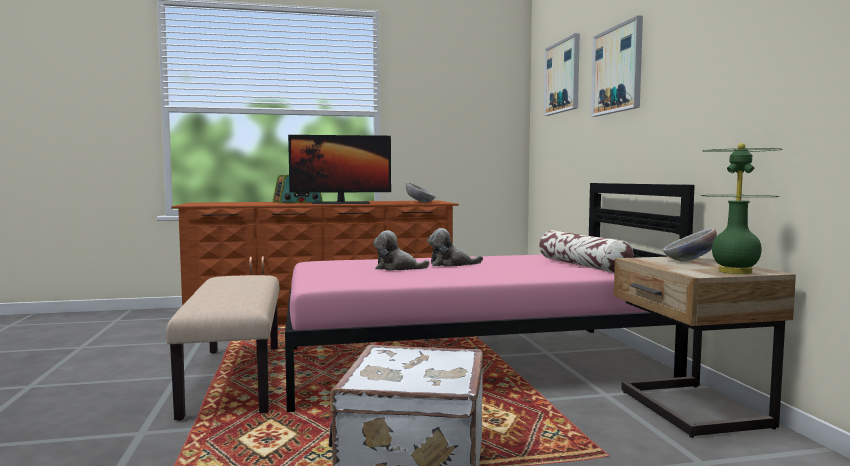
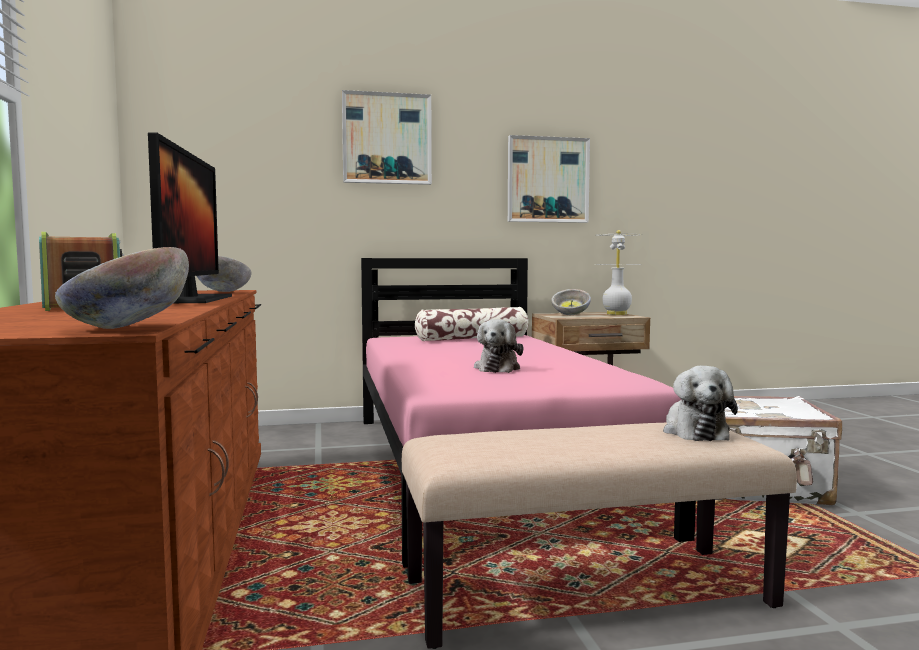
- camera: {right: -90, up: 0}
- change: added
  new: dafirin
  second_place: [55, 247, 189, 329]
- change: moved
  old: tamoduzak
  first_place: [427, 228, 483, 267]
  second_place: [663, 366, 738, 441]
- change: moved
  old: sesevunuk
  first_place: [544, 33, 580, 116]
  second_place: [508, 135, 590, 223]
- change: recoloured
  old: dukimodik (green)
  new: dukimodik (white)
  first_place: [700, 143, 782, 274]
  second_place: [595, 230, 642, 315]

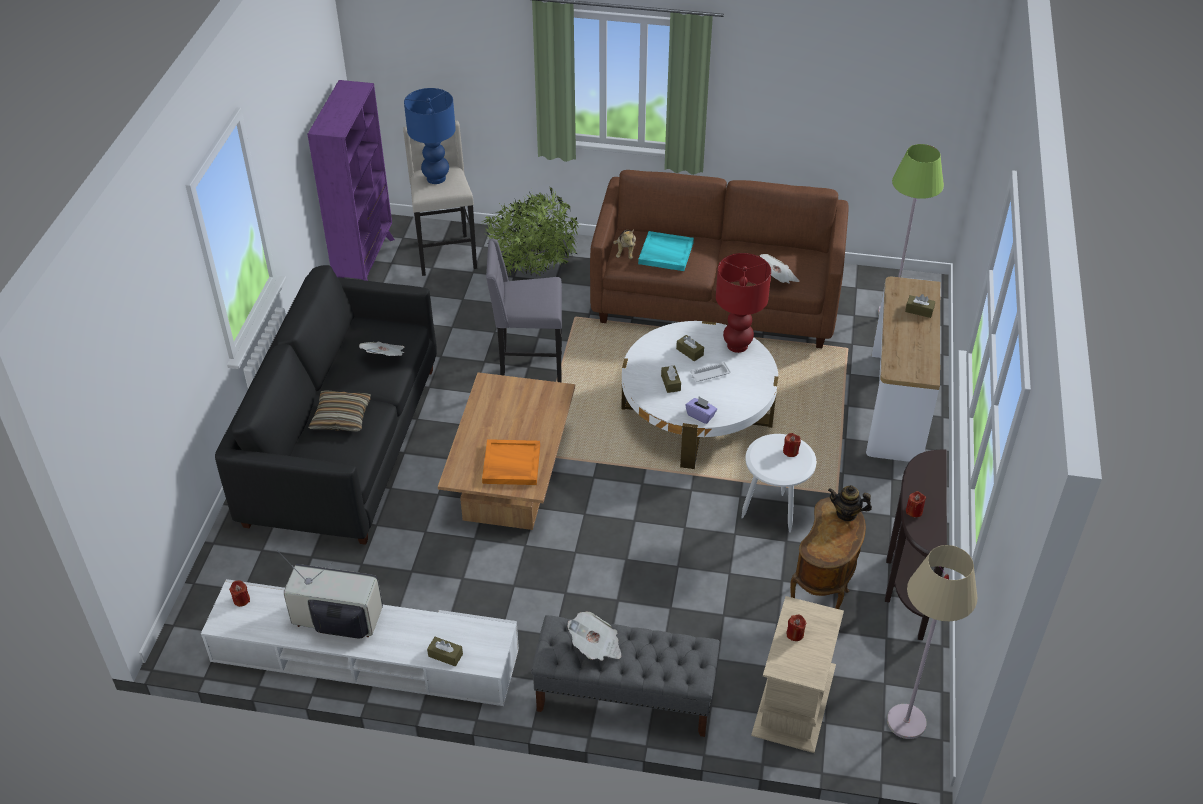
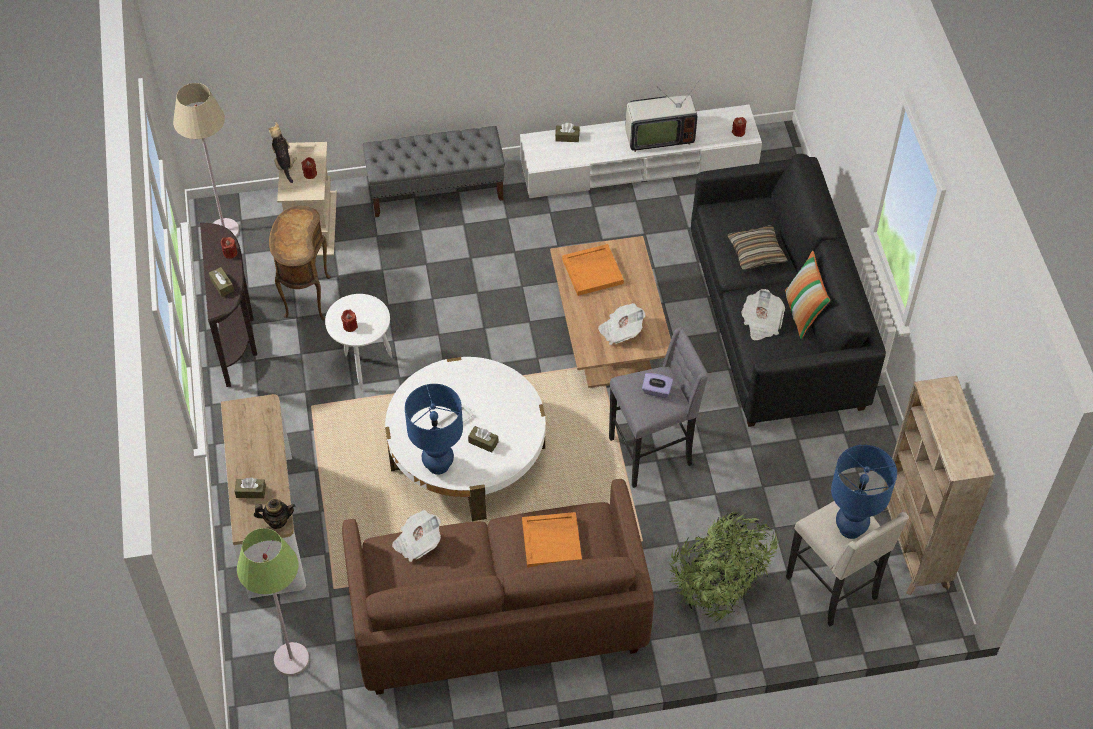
- camera: {right: 160, up: 10}
- change: added
  new: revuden
  second_place: [785, 251, 830, 339]
- change: moved
  old: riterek
  first_place: [568, 611, 622, 661]
  second_place: [598, 303, 646, 345]
- change: moved
  old: tamoduzak
  first_place: [613, 230, 636, 259]
  second_place: [268, 122, 297, 183]
- change: moved
  old: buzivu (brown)
  first_place: [661, 365, 681, 393]
  second_place: [209, 267, 234, 297]
- change: moved
  old: buzivu (purple)
  first_place: [685, 397, 717, 424]
  second_place: [642, 373, 673, 398]
- change: moved
  old: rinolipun
  first_place: [828, 485, 872, 522]
  second_place: [254, 498, 295, 529]
- change: recoloured
  old: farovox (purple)
  new: farovox (beige)
  first_place: [307, 80, 395, 281]
  second_place: [882, 376, 995, 595]
- change: recoloured
  old: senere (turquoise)
  new: senere (orange)
  first_place: [638, 231, 694, 271]
  second_place: [522, 512, 582, 568]
- change: recoloured
  old: dukimodik (red)
  new: dukimodik (blue)
  first_place: [716, 253, 771, 353]
  second_place: [405, 384, 463, 475]

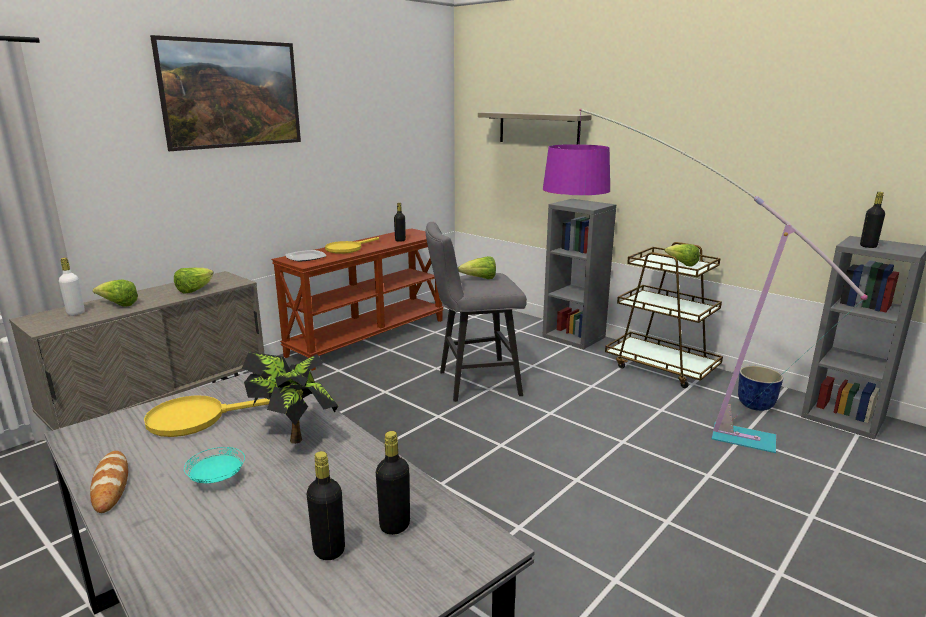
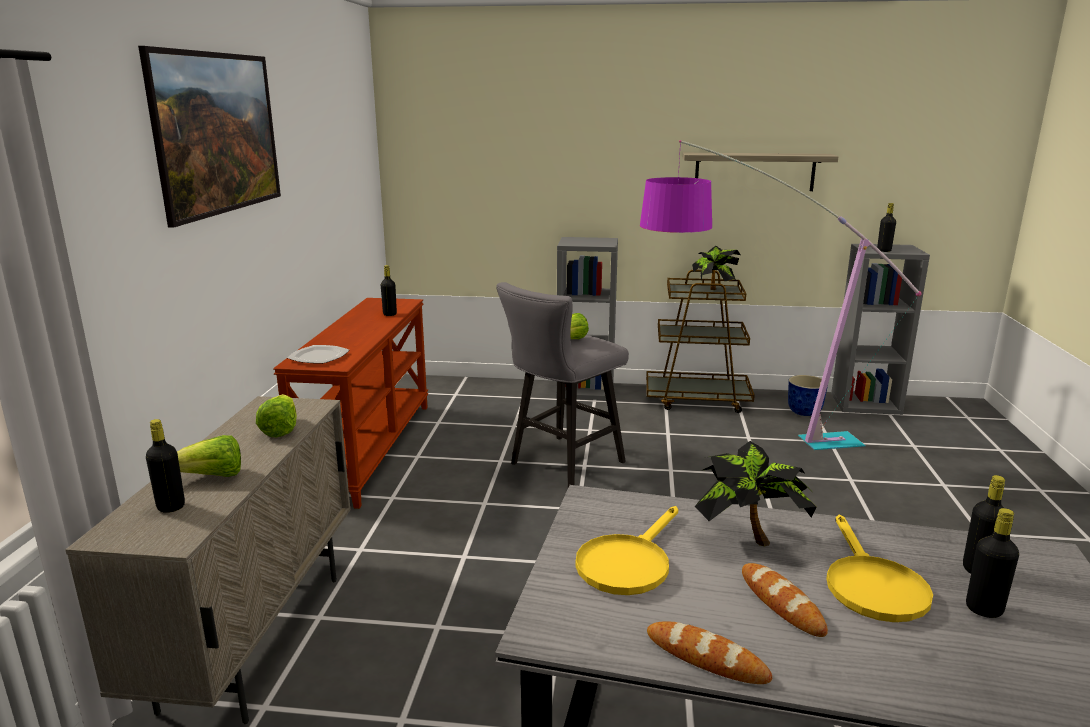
- camera: {right: -35, up: 0}
- change: moved
  old: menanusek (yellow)
  first_place: [325, 237, 379, 254]
  second_place: [826, 515, 933, 622]
- change: moved
  old: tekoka
  first_place: [478, 112, 592, 144]
  second_place: [683, 153, 839, 191]
- change: replaced
  old: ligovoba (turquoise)
  new: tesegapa
  first_place: [184, 447, 245, 483]
  second_place: [742, 563, 828, 637]
- change: replaced
  old: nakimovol
  new: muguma
  first_place: [665, 244, 700, 267]
  second_place: [692, 246, 740, 290]
- change: recoloured
  old: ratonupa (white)
  new: ratonupa (black)
  first_place: [59, 258, 85, 316]
  second_place: [146, 419, 185, 513]

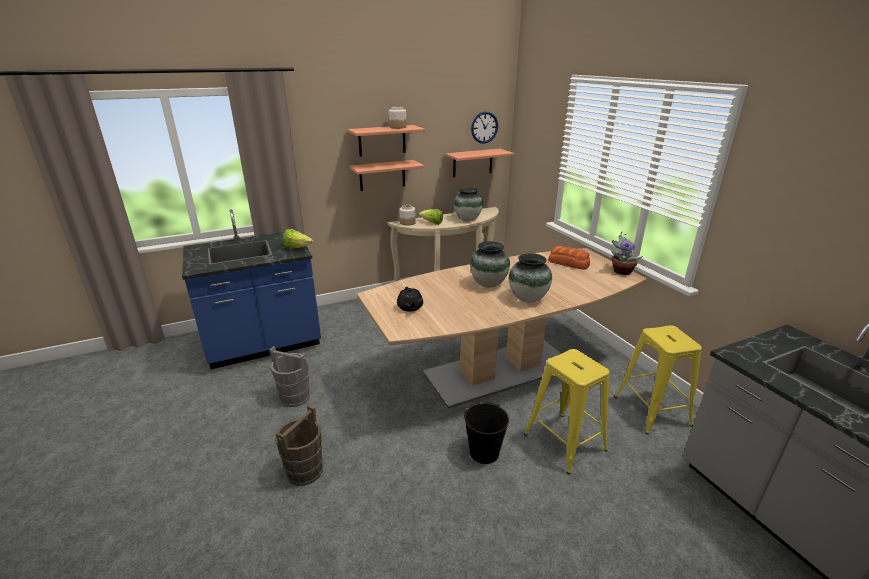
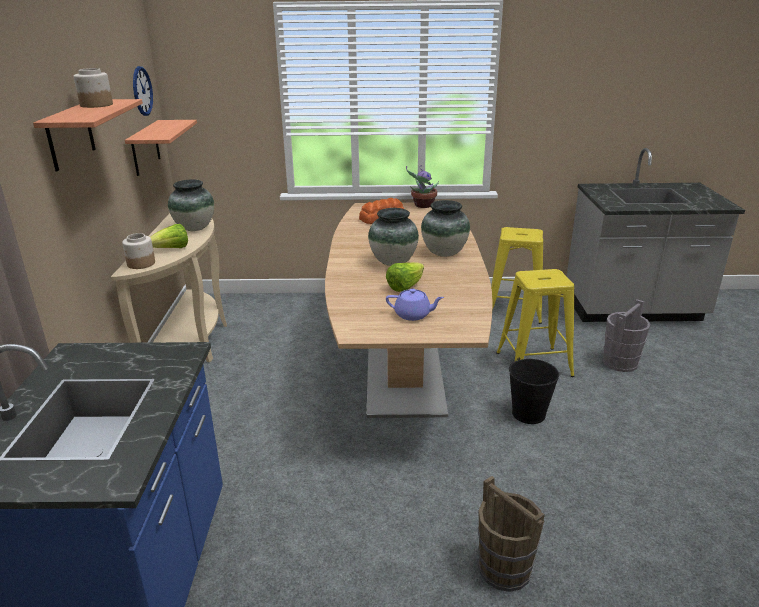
- camera: {right: -65, up: 0}
- change: removed
  old: tekoka
  first_place: [349, 160, 424, 191]
- change: moved
  old: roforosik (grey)
  first_place: [269, 346, 310, 407]
  second_place: [603, 299, 650, 372]
- change: moved
  old: nakimovol
  first_place: [283, 229, 314, 248]
  second_place: [386, 262, 424, 292]
- change: recoloured
  old: rinolipun (black)
  new: rinolipun (purple)
  first_place: [397, 287, 423, 312]
  second_place: [386, 289, 444, 321]

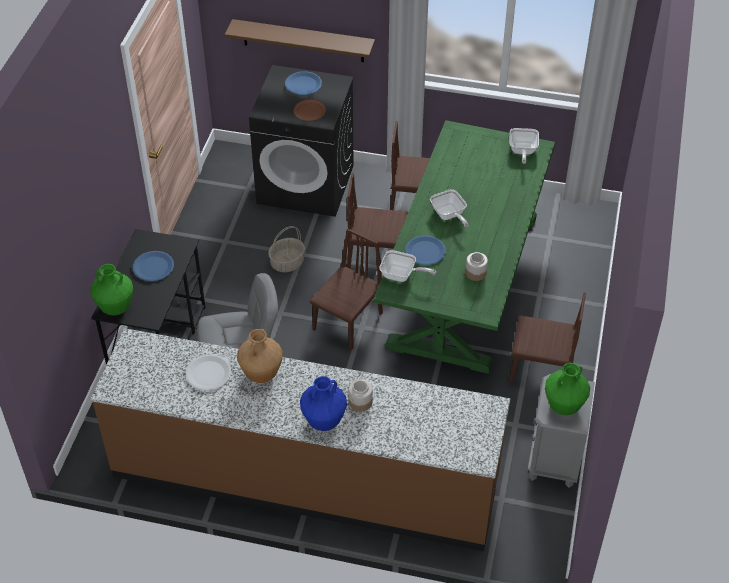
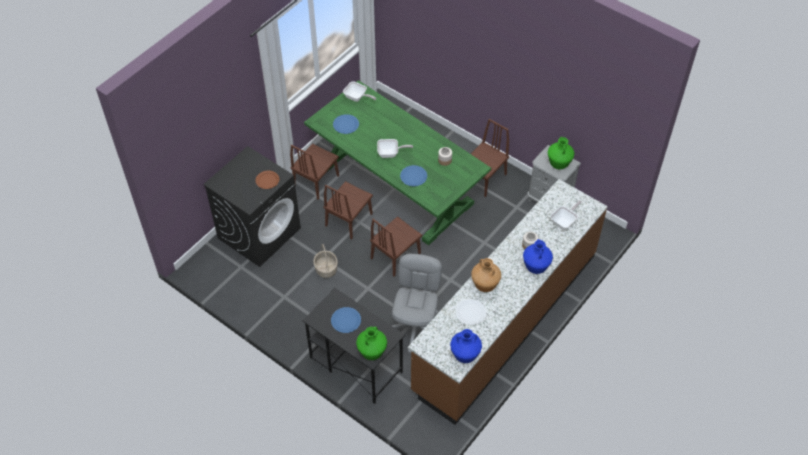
- camera: {right: -65, up: 5}
- change: removed
  old: tekoka (brown)
  first_place: [225, 19, 375, 62]
- change: added
  new: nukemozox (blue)
  second_place: [450, 329, 482, 363]
- change: moved
  old: ligovoba (blue)
  first_place: [285, 71, 322, 95]
  second_place: [333, 114, 359, 134]
- change: moved
  old: menanusek
  first_place: [379, 250, 436, 282]
  second_place: [551, 201, 582, 230]
- change: turned
  old: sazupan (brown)
  first_place: [310, 229, 383, 350]
  second_place: [370, 216, 422, 277]
  degrees: -105

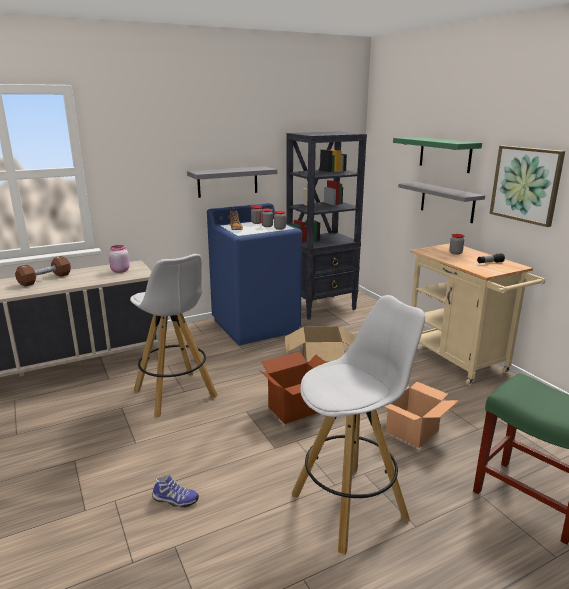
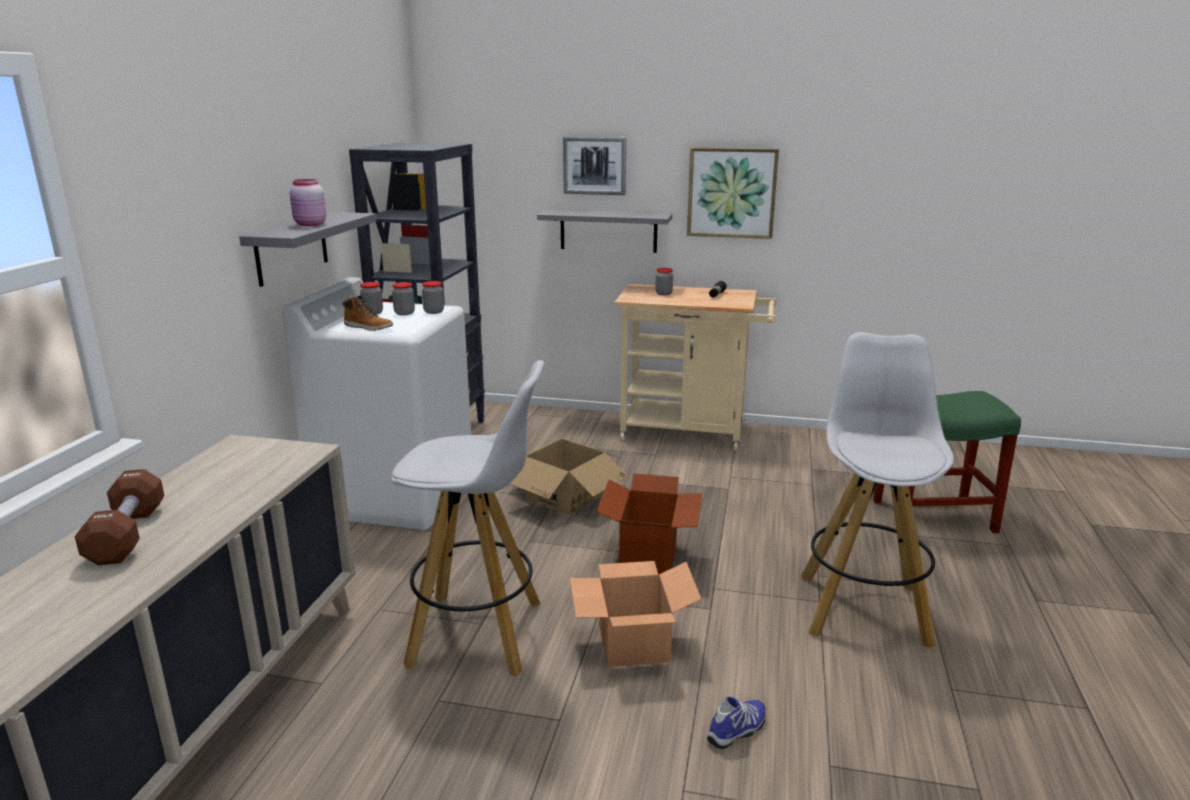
- camera: {right: -50, up: 0}
- change: moved
  old: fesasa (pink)
  first_place: [109, 245, 130, 273]
  second_place: [290, 179, 326, 226]
- change: moved
  old: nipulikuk
  first_place: [384, 382, 459, 448]
  second_place: [570, 561, 701, 667]
- change: replaced
  old: tekoka (green)
  new: sesevunuk
  first_place: [393, 137, 482, 173]
  second_place: [563, 137, 626, 195]
- change: recoloured
  old: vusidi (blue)
  new: vusidi (white)
  first_place: [207, 203, 302, 345]
  second_place: [282, 277, 471, 530]

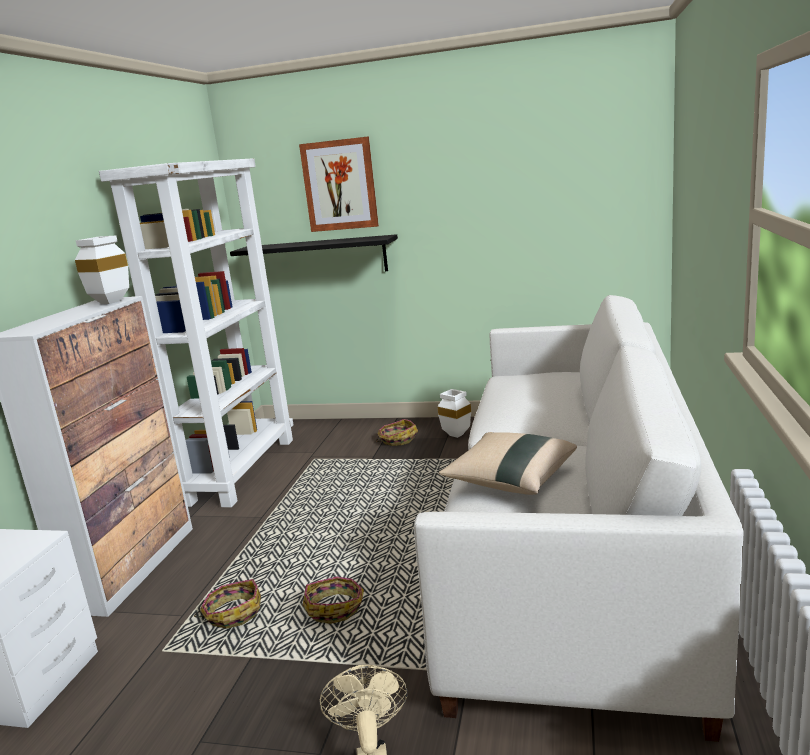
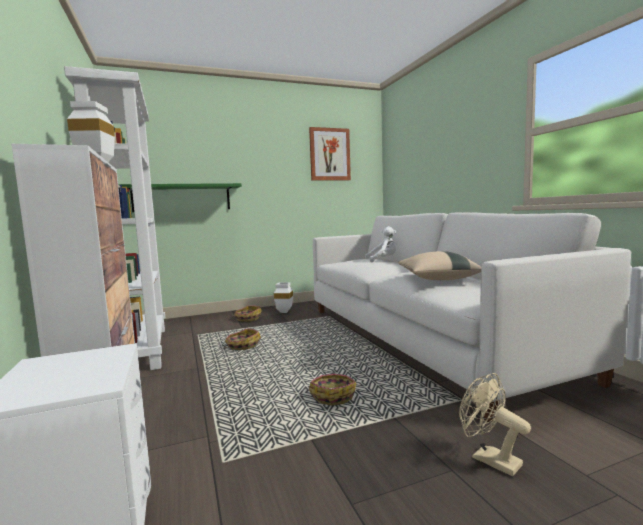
- camera: {right: -35, up: -10}
- change: added
  new: tamoduzak (white)
  second_place: [365, 226, 396, 262]
- change: moved
  old: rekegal
  first_place: [194, 579, 261, 629]
  second_place: [224, 328, 261, 350]
- change: moved
  old: sesevunuk
  first_place: [299, 137, 379, 232]
  second_place: [309, 127, 351, 181]
- change: recoloured
  old: tekoka (black)
  new: tekoka (green)
  first_place: [230, 234, 398, 271]
  second_place: [118, 183, 242, 212]

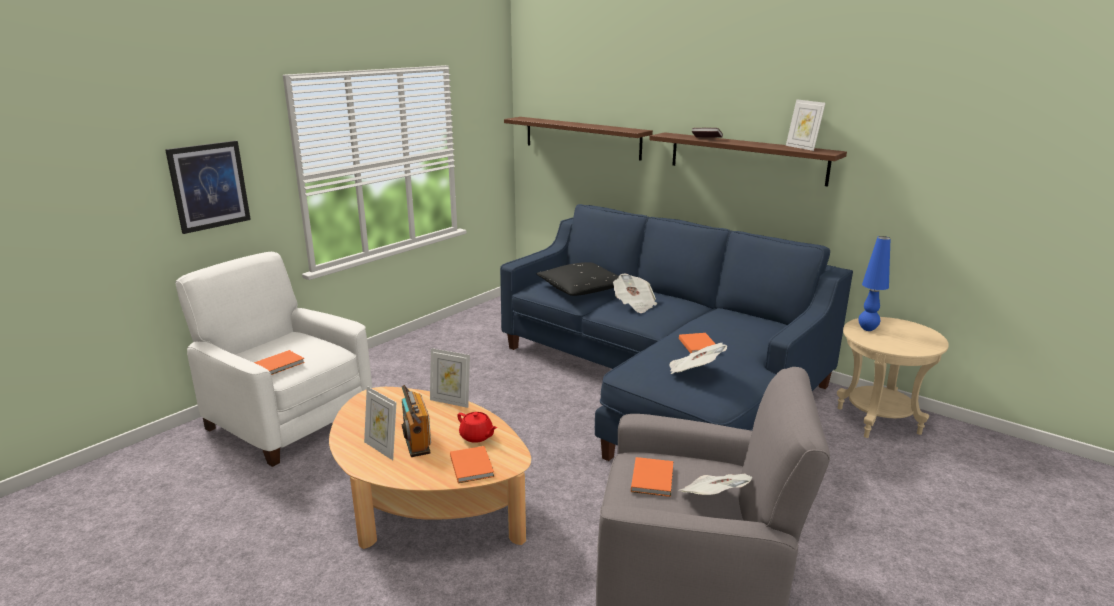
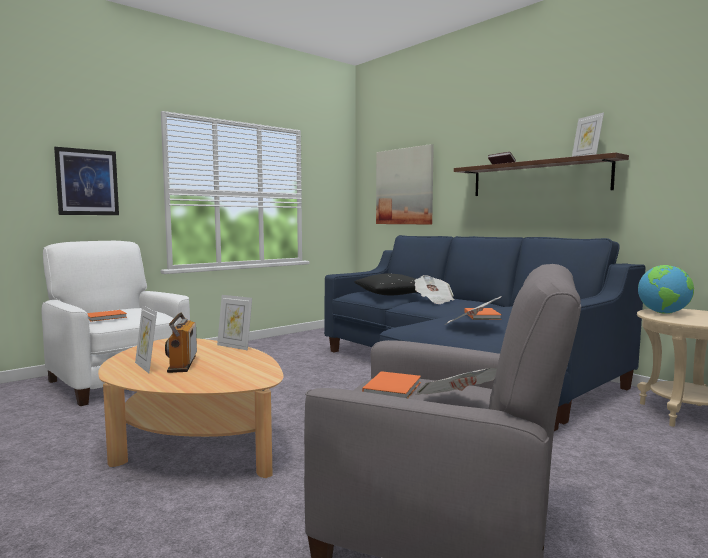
- camera: {right: 10, up: -15}
- change: removed
  old: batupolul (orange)
  first_place: [450, 446, 494, 483]
- change: removed
  old: rinolipun (red)
  first_place: [457, 412, 497, 443]
- change: replaced
  old: tekoka
  new: sesevunuk
  first_place: [504, 117, 653, 160]
  second_place: [376, 144, 434, 224]
- change: replaced
  old: dukimodik (blue)
  new: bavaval
  first_place: [858, 236, 891, 331]
  second_place: [638, 265, 694, 314]

